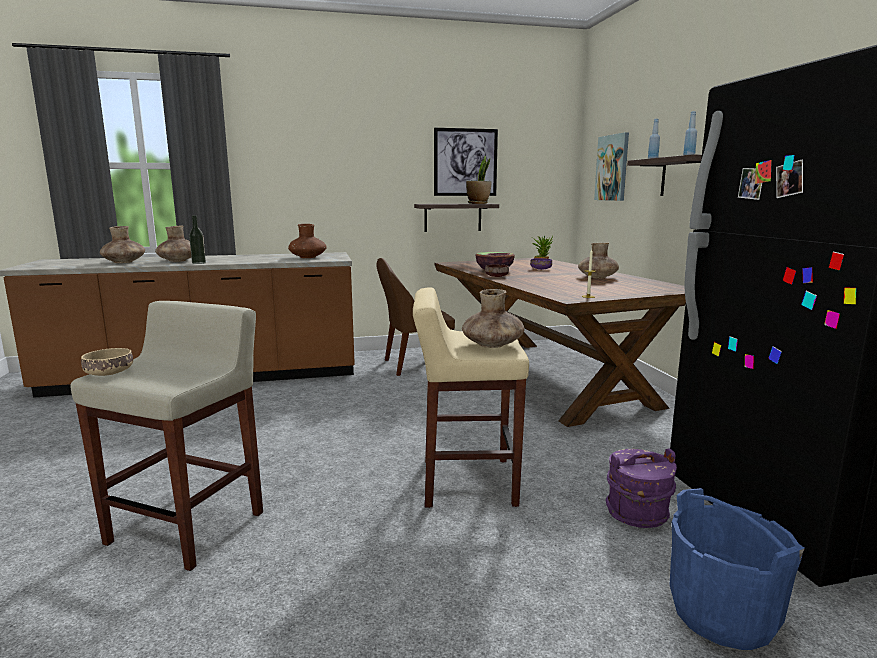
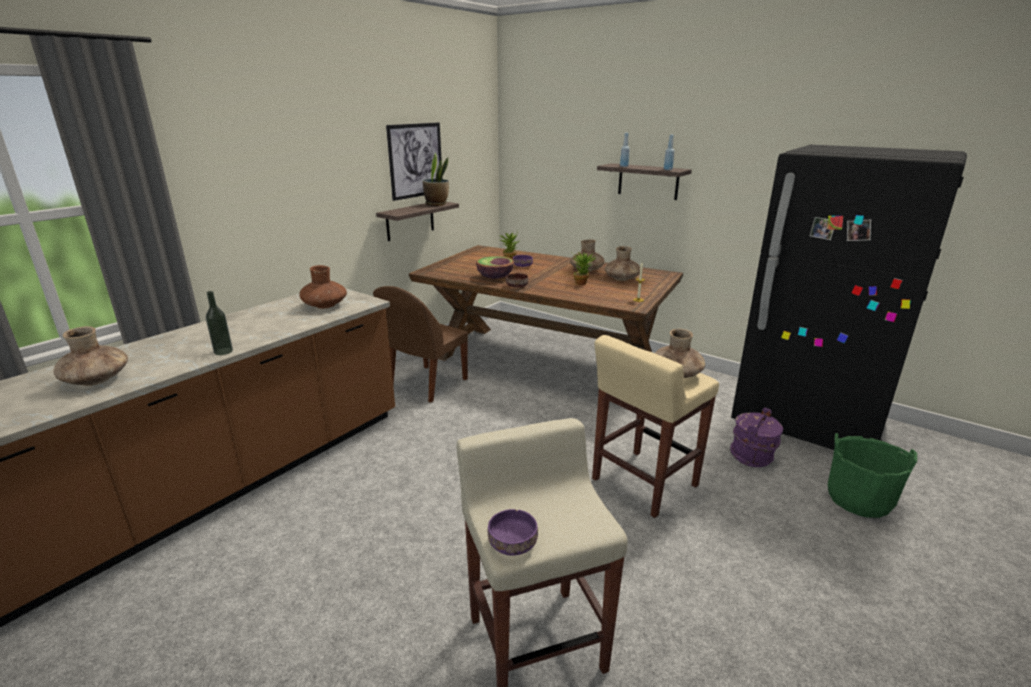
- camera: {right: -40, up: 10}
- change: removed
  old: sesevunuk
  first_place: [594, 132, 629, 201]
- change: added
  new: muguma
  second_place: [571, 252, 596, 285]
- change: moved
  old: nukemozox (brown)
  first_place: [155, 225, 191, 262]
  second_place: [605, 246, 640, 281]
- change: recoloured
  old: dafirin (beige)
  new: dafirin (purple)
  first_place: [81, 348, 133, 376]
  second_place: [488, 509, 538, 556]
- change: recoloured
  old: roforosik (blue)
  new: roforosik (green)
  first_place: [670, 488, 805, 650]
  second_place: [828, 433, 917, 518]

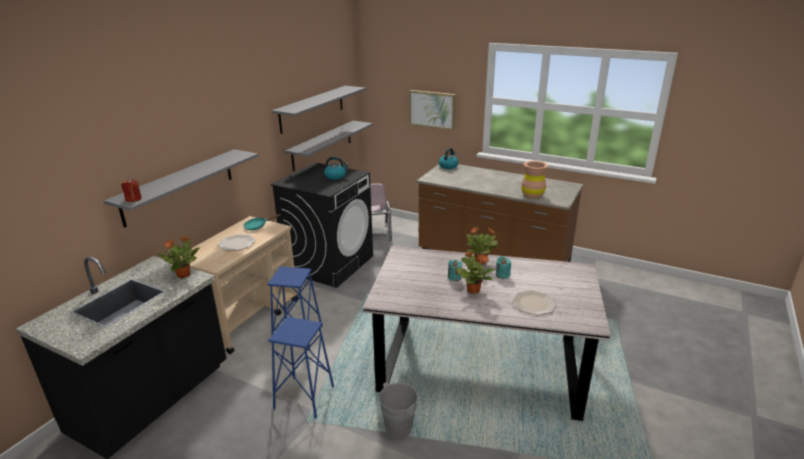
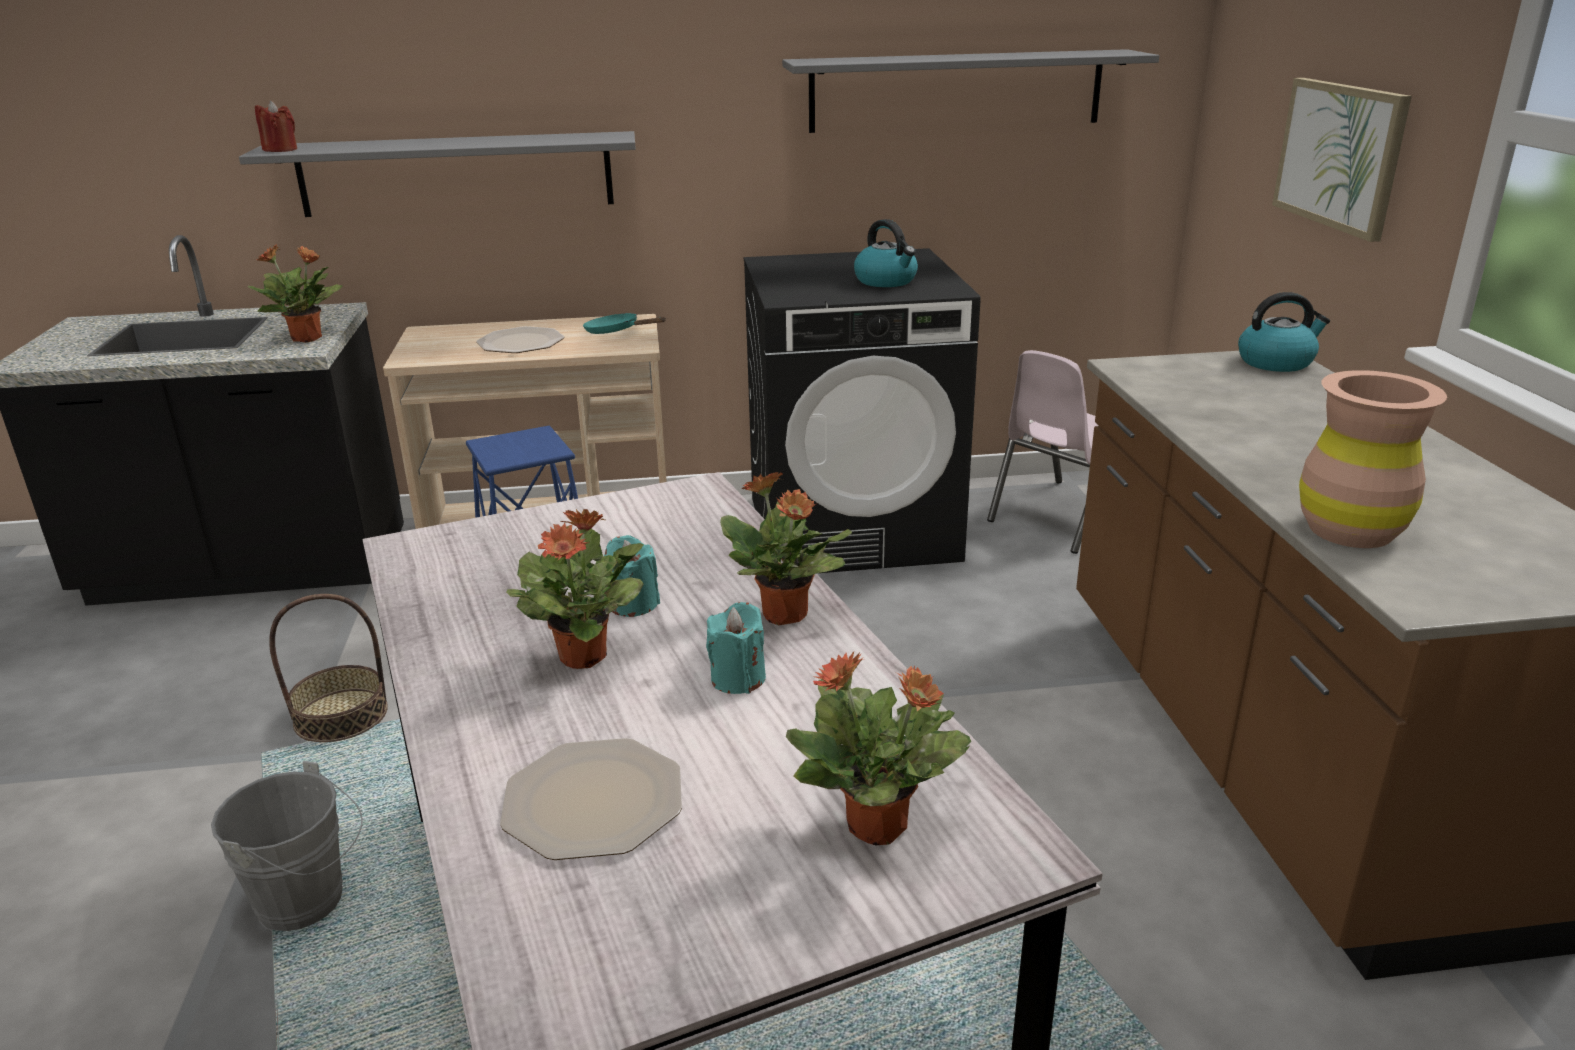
- camera: {right: 55, up: 0}
- change: removed
  old: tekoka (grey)
  first_place: [285, 121, 373, 171]
- change: added
  new: muguma
  second_place: [786, 652, 971, 845]
- change: replaced
  old: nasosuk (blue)
  new: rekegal
  first_place: [268, 317, 334, 418]
  second_place: [269, 594, 388, 742]

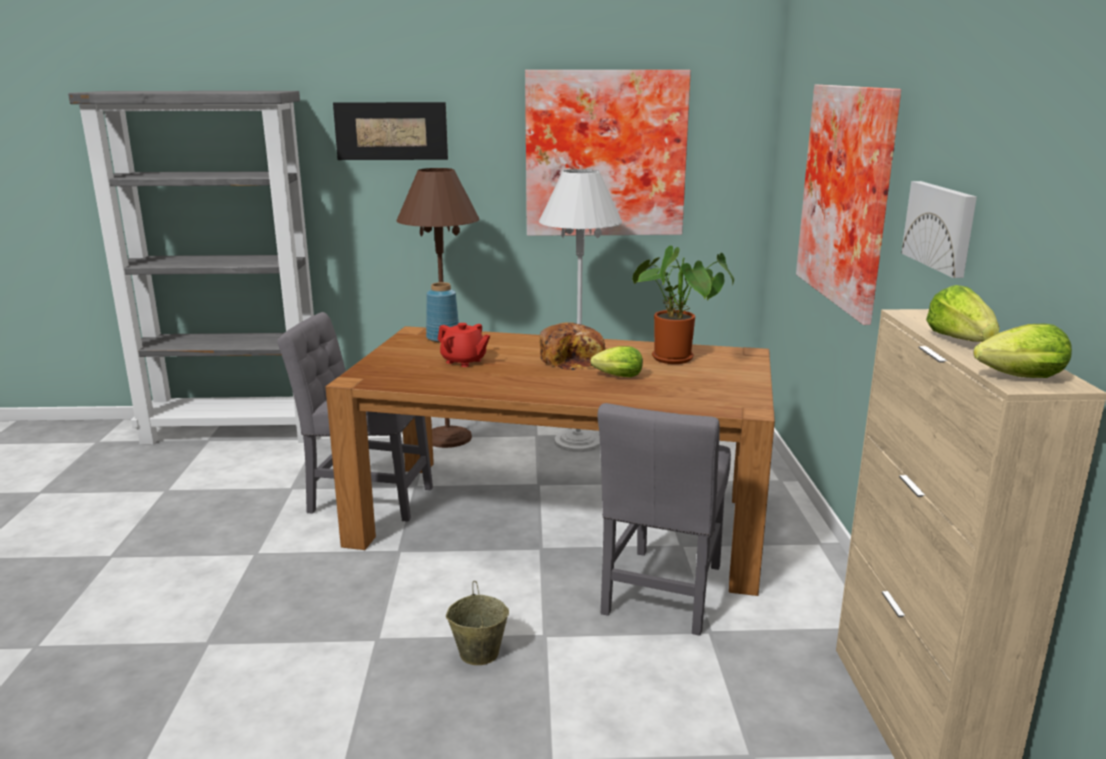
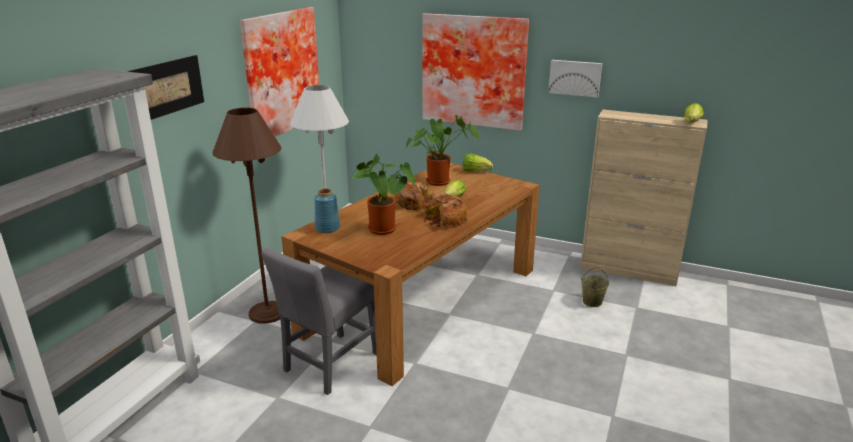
- camera: {right: -65, up: 5}
- change: removed
  old: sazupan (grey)
  first_place: [598, 403, 731, 636]
- change: added
  new: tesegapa
  second_place: [423, 194, 468, 228]
- change: moved
  old: roforosik (beige)
  first_place: [446, 581, 509, 665]
  second_place: [581, 267, 609, 307]
- change: moved
  old: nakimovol
  first_place: [926, 285, 1000, 342]
  second_place: [463, 153, 493, 171]
- change: replaced
  old: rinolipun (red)
  new: muguma
  first_place: [438, 323, 490, 367]
  second_place: [351, 154, 415, 235]

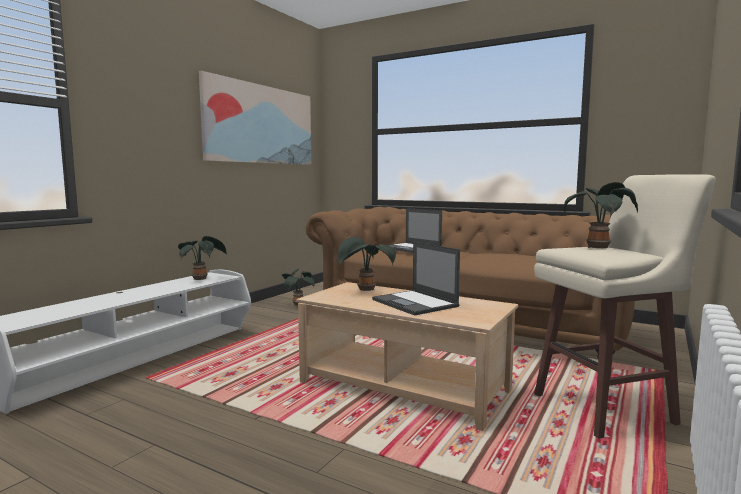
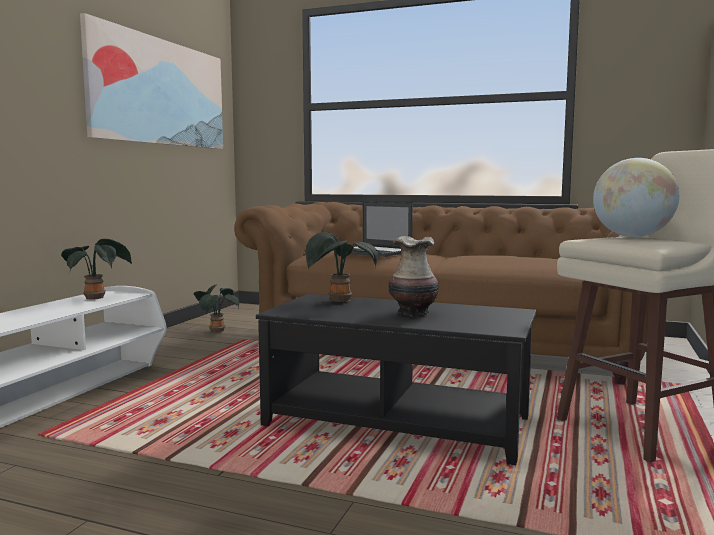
- camera: {right: -10, up: 0}
- change: replaced
  old: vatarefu
  new: nukemozox
  first_place: [372, 242, 460, 316]
  second_place: [389, 236, 439, 317]
- change: replaced
  old: muguma
  new: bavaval
  first_place: [564, 182, 638, 248]
  second_place: [593, 158, 679, 237]
- change: recoloured
  old: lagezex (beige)
  new: lagezex (black)
  first_place: [296, 282, 518, 431]
  second_place: [256, 294, 536, 465]

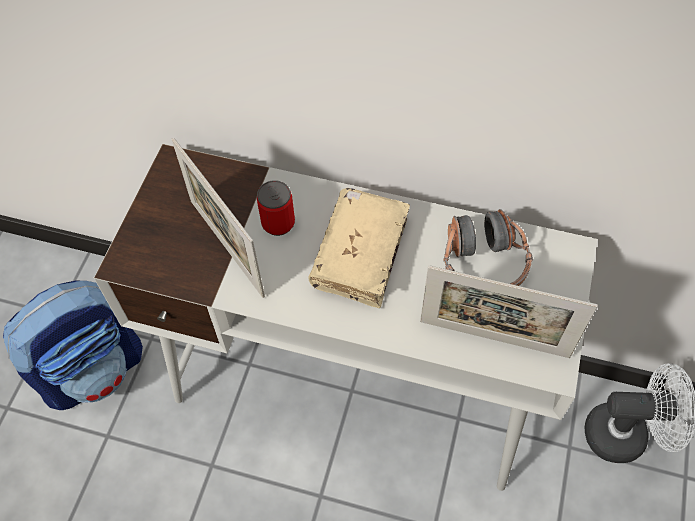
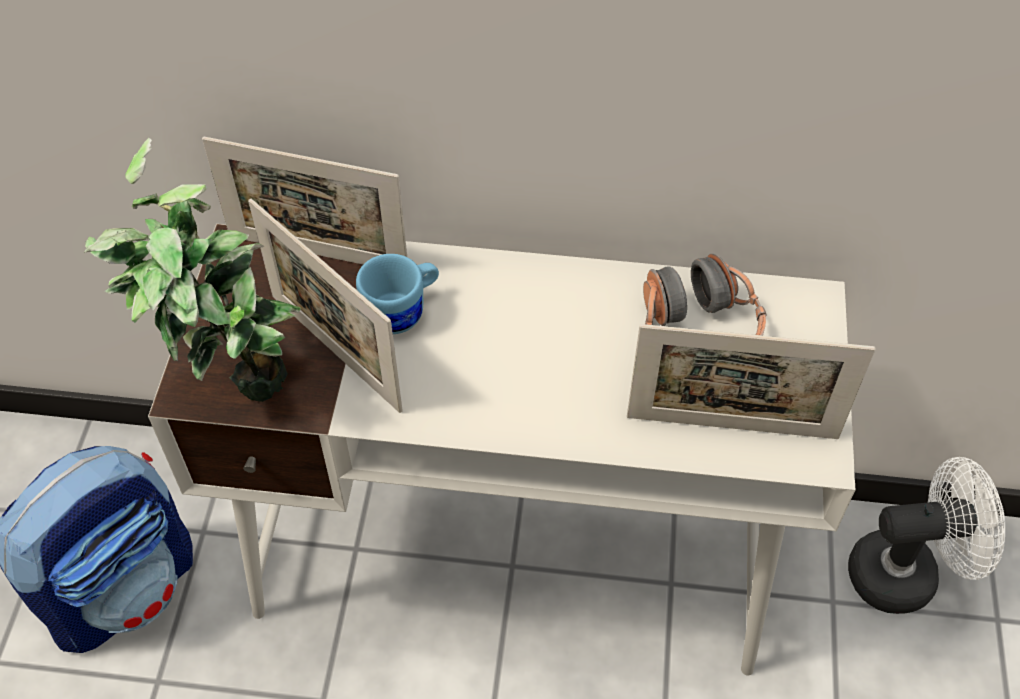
- camera: {right: -10, up: -5}
- change: removed
  old: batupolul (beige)
  first_place: [308, 188, 410, 308]
- change: added
  new: muguma
  second_place: [84, 138, 301, 402]
- change: added
  new: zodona
  second_place: [202, 136, 407, 264]
- change: replaced
  old: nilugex
  new: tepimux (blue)
  first_place: [257, 180, 295, 236]
  second_place: [356, 254, 439, 334]

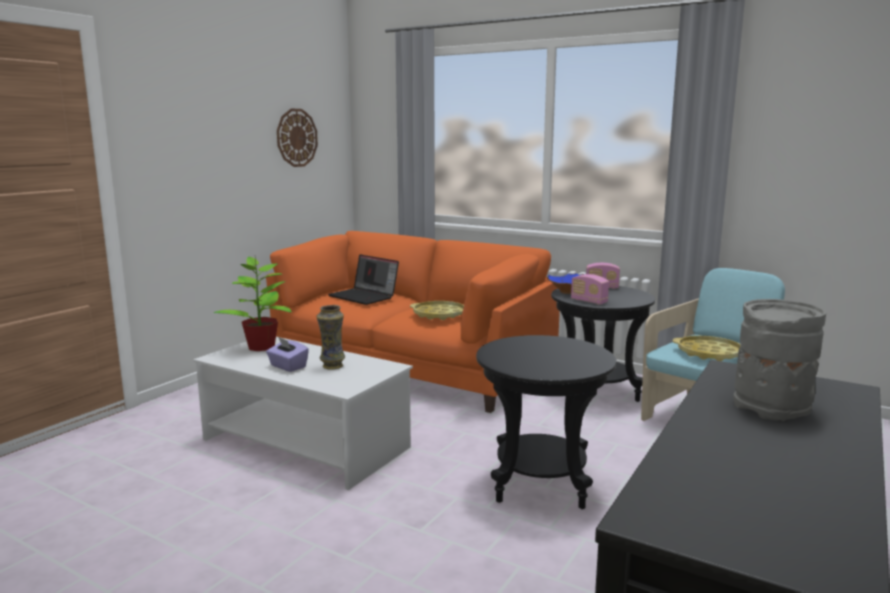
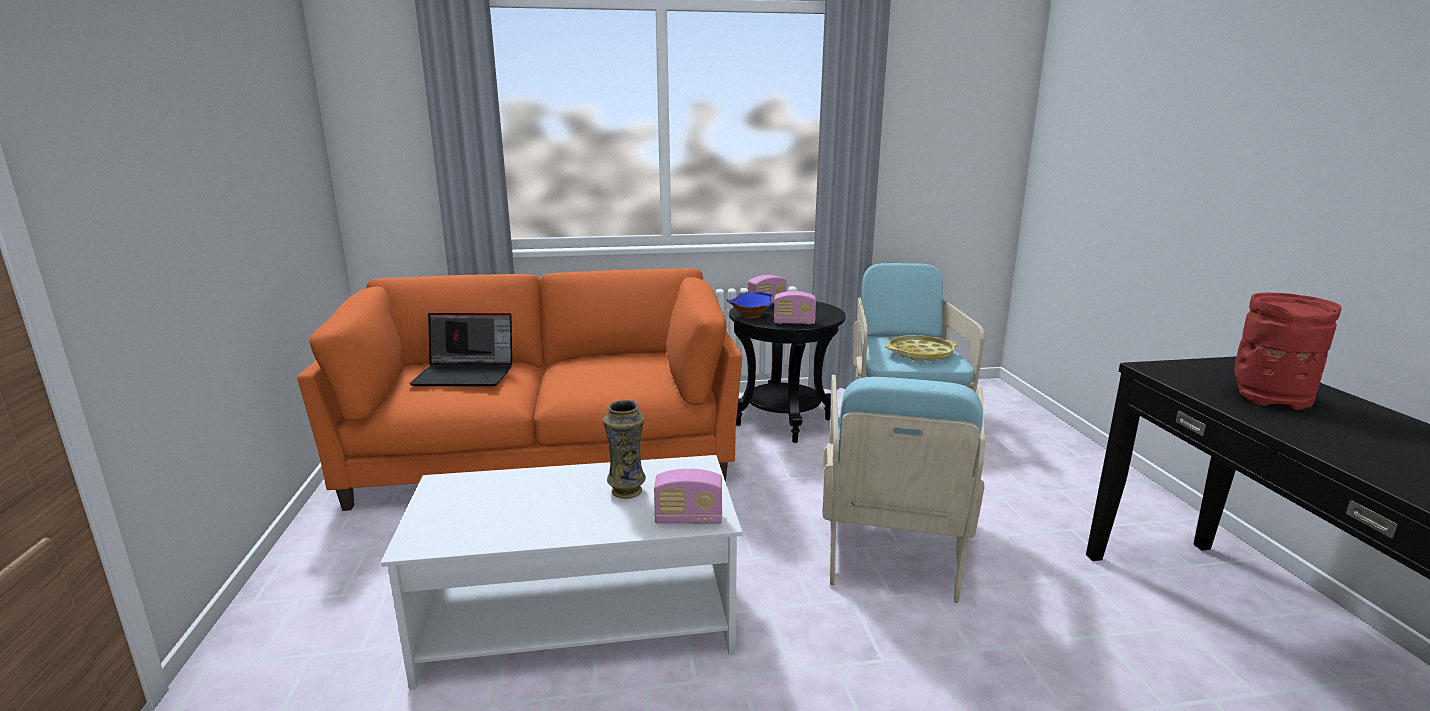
- camera: {right: -40, up: 5}
- change: removed
  old: muguma
  first_place: [214, 257, 292, 351]
- change: removed
  old: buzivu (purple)
  first_place: [266, 337, 309, 372]
- change: removed
  old: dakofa
  first_place: [277, 109, 318, 167]
- change: removed
  old: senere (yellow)
  first_place: [410, 301, 464, 320]
- change: added
  new: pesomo
  second_place: [654, 469, 722, 524]
- change: replaced
  old: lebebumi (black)
  new: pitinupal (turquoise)
  first_place: [476, 335, 616, 509]
  second_place: [823, 375, 985, 603]
- change: recoloured
  old: nukemozox (grey)
  new: nukemozox (red)
  first_place: [733, 299, 826, 421]
  second_place: [1234, 293, 1342, 410]

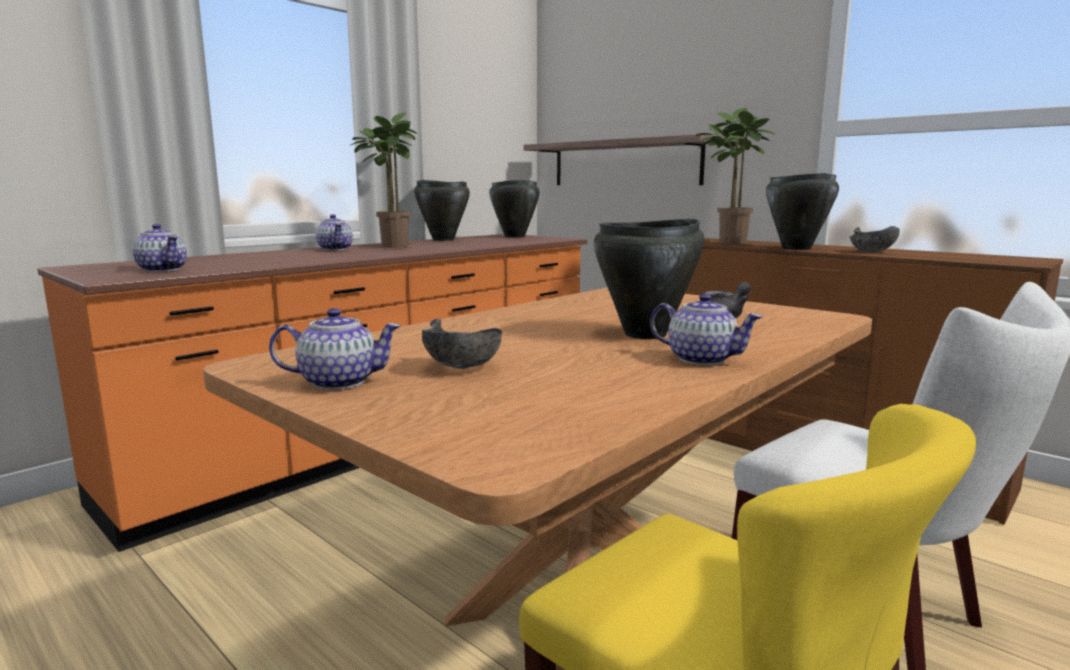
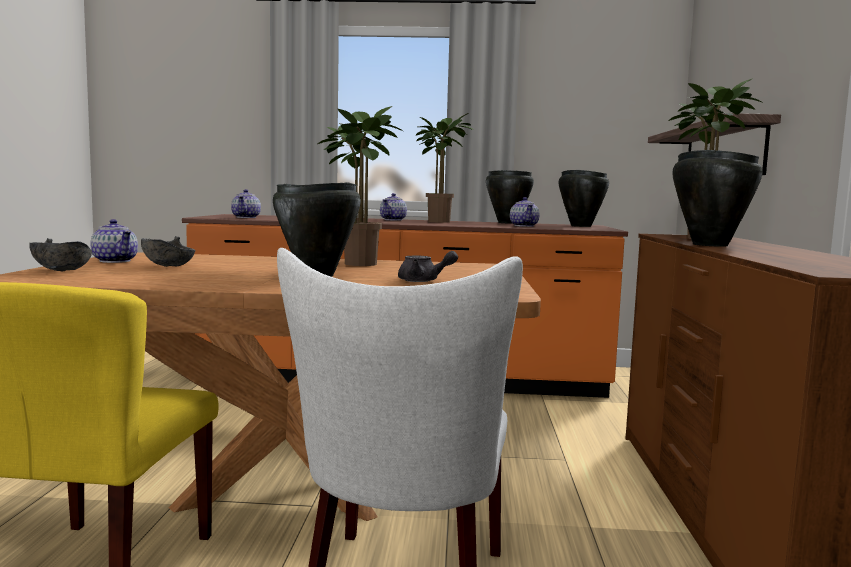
- camera: {right: 50, up: -5}
- change: added
  new: muguma
  second_place: [318, 106, 403, 266]
- change: moved
  old: rinolipun
  first_place: [650, 294, 763, 365]
  second_place: [510, 197, 539, 227]
- change: moved
  old: dafirin (grey)
  first_place: [850, 226, 900, 252]
  second_place: [29, 238, 92, 271]

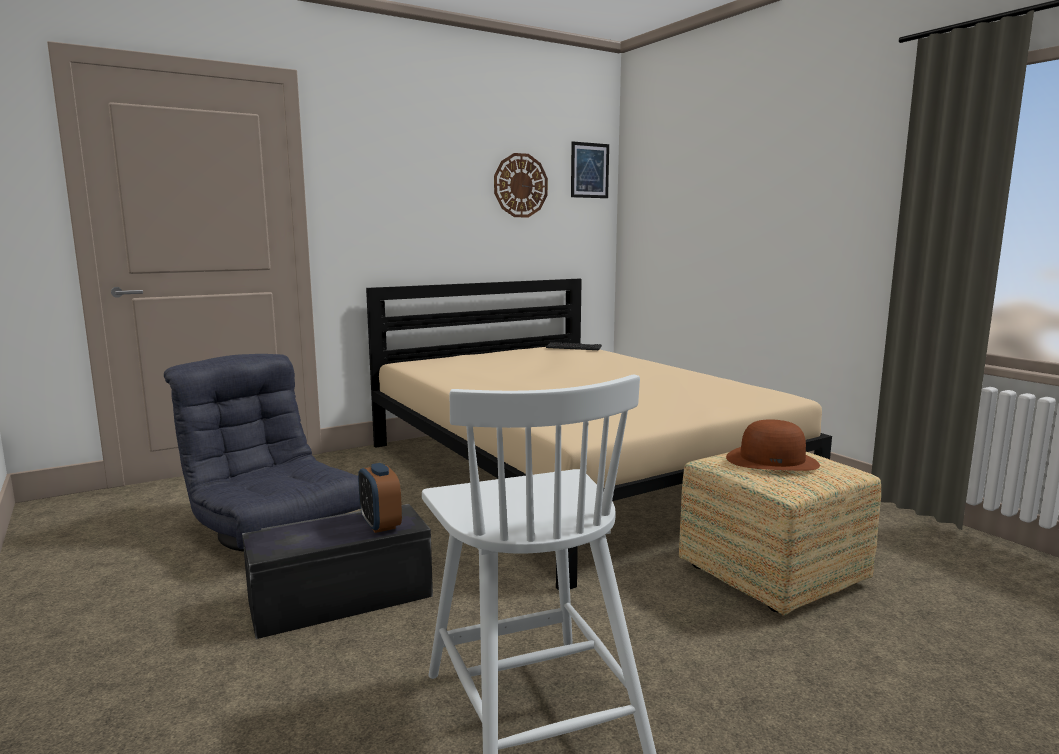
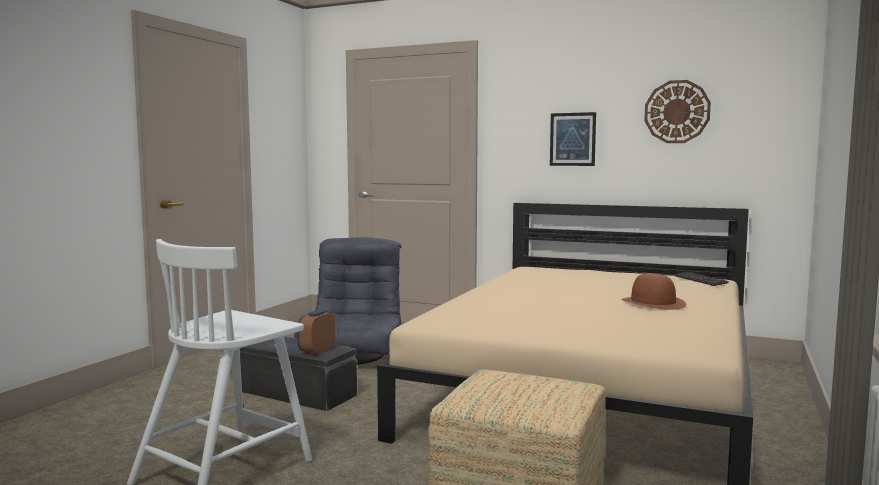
- camera: {right: 55, up: -5}
- change: moved
  old: sesevunuk
  first_place: [571, 141, 609, 198]
  second_place: [550, 112, 596, 166]
- change: moved
  old: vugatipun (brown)
  first_place: [726, 420, 820, 471]
  second_place: [621, 273, 686, 310]

